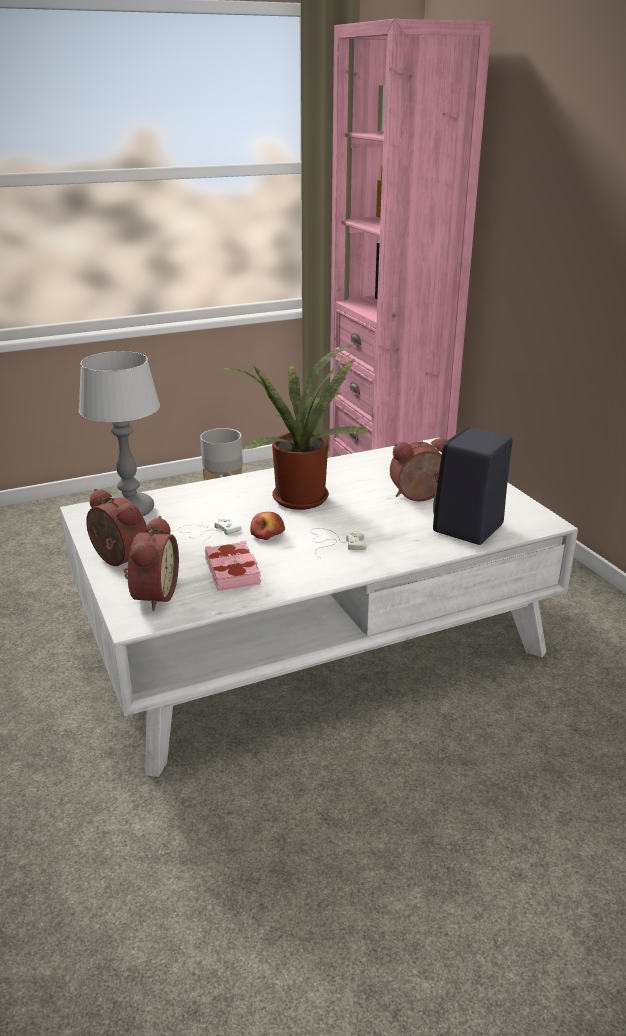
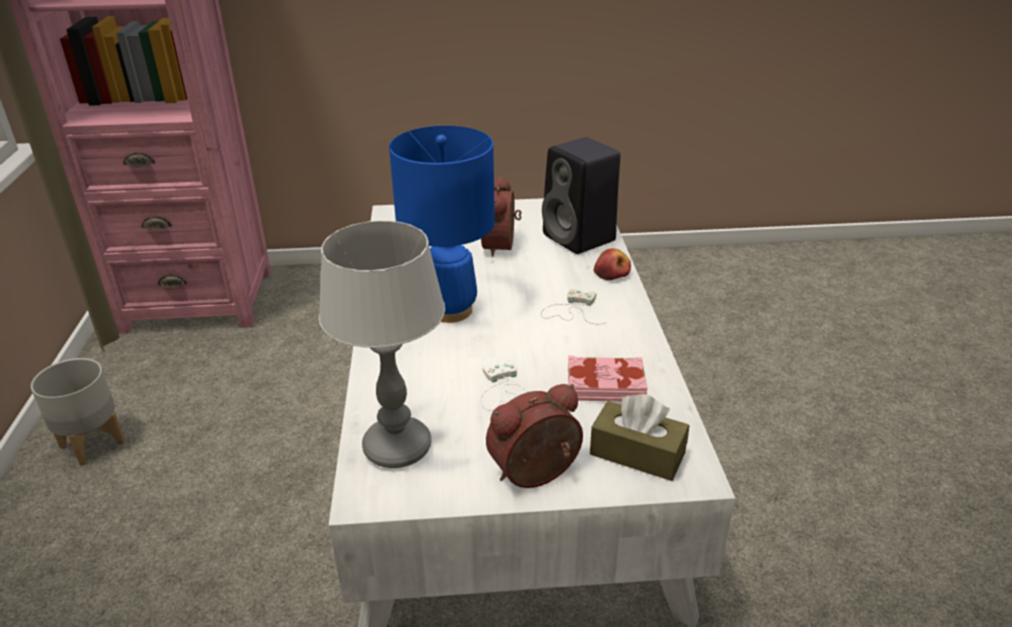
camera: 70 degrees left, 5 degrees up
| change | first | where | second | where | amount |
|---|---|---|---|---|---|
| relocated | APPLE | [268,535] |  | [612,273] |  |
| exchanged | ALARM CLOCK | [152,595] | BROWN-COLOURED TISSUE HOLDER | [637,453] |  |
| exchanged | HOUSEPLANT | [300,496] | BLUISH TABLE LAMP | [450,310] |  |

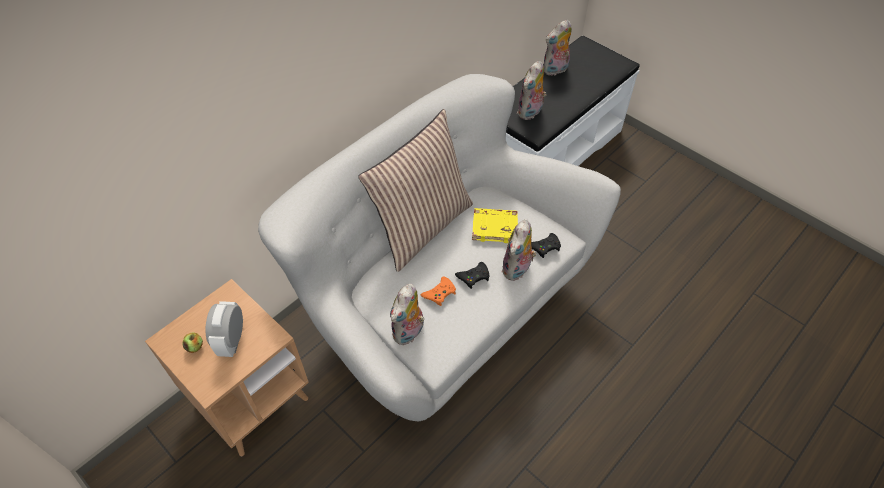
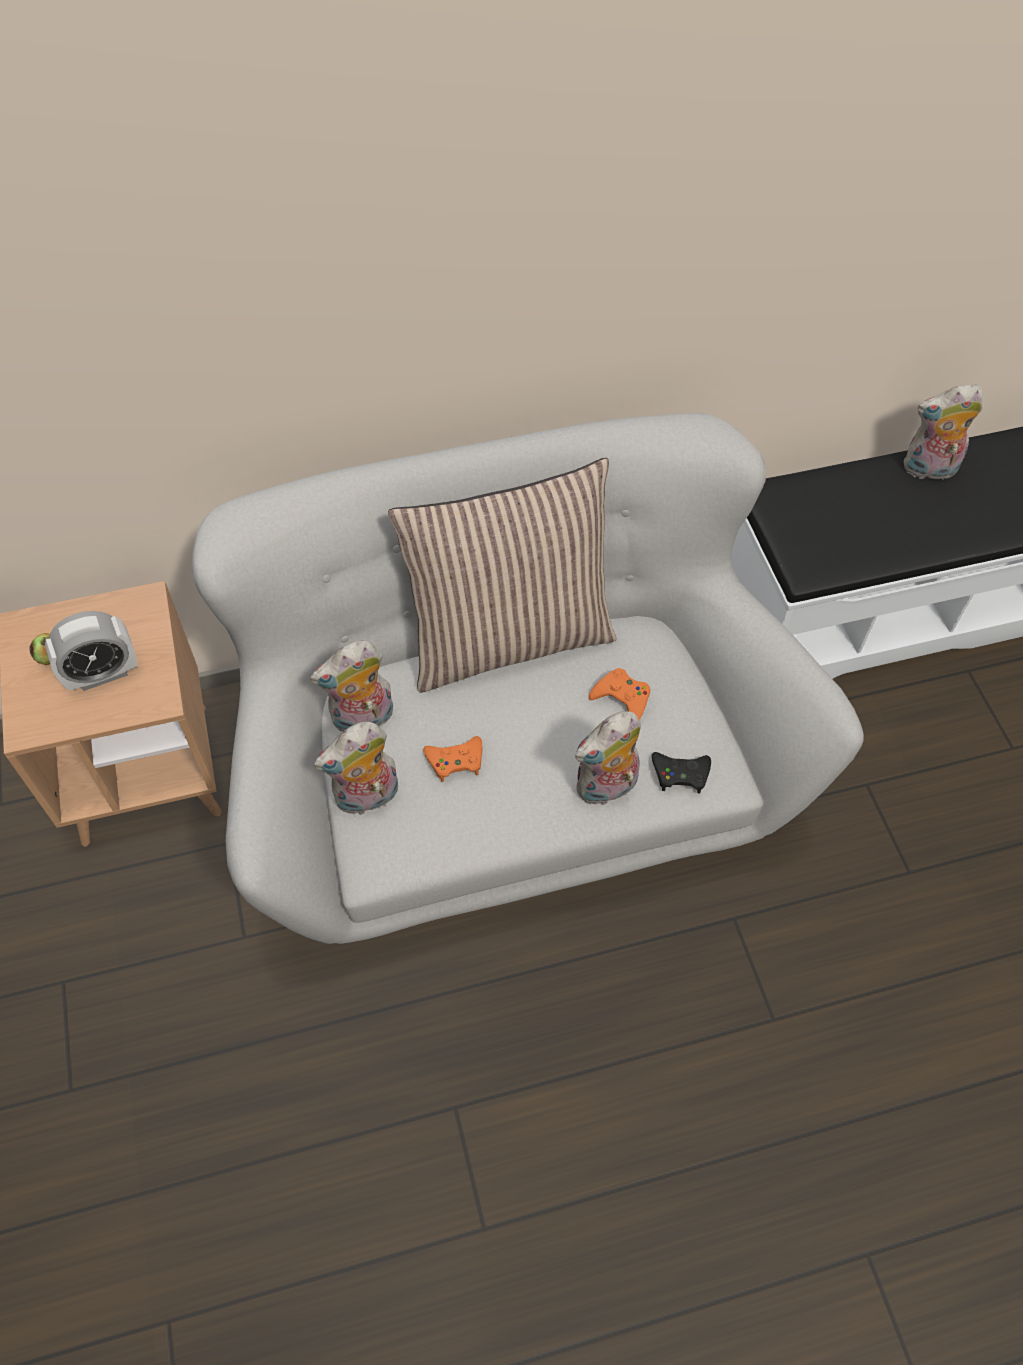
camera: 30 degrees right, 5 degrees up
| change | first | where | second | where | amount |
|---|---|---|---|---|---|
| missing | BLACK-COLOURED GAME CONTROLLER | [473,277] |  |  |  |
| relocated | CUDDLY TOY | [530,112] |  | [362,719] |  |
| exchanged | YELLOWISH BOUND BOOK | [495,227] | ORANGEY GAME CONTROLLER | [622,698] |  |
| spun | ALARM CLOCK | [232,340] |  | [102,674] | 150 degrees counterclockwise |

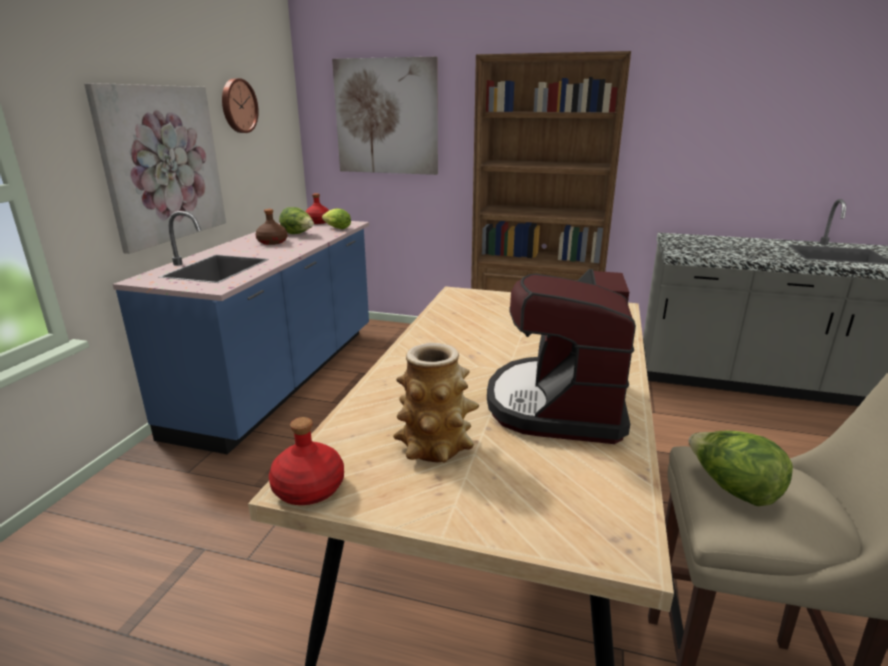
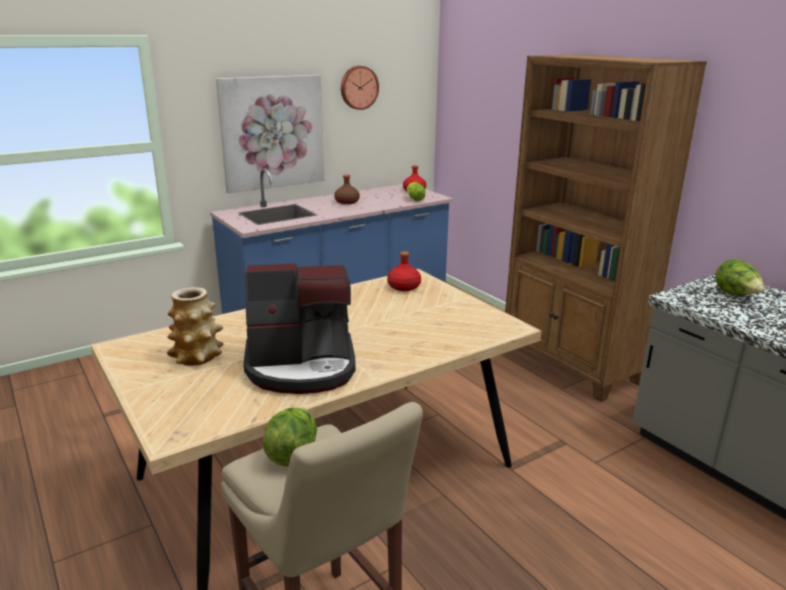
camera: 40 degrees right, 0 degrees up
| change | first | where | second | where | amount |
|---|---|---|---|---|---|
| missing | WALL PICTURE | [386,117] |  |  |  |
| relocated | REDDISH BOTTLE | [309,488] |  | [404,287] |  |
| relocated | LETTUCE | [298,234] |  | [736,295] |  |
| spun | COFFEE MACHINE | [558,404] |  | [302,367] | 150 degrees counterclockwise |

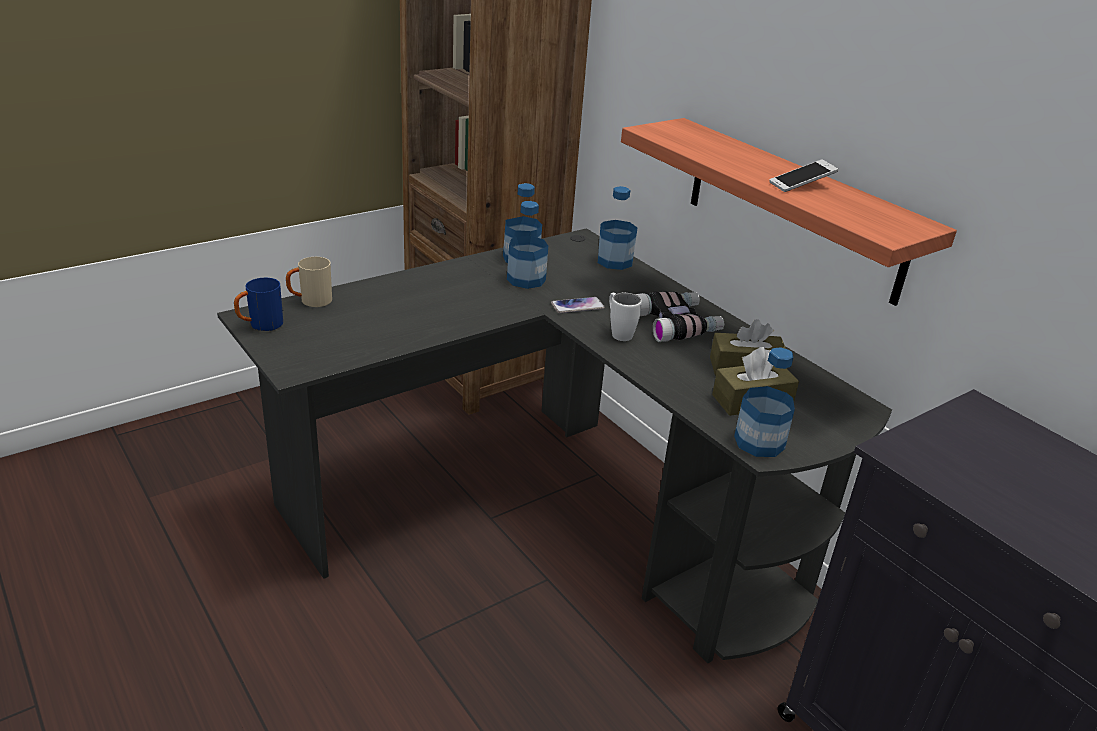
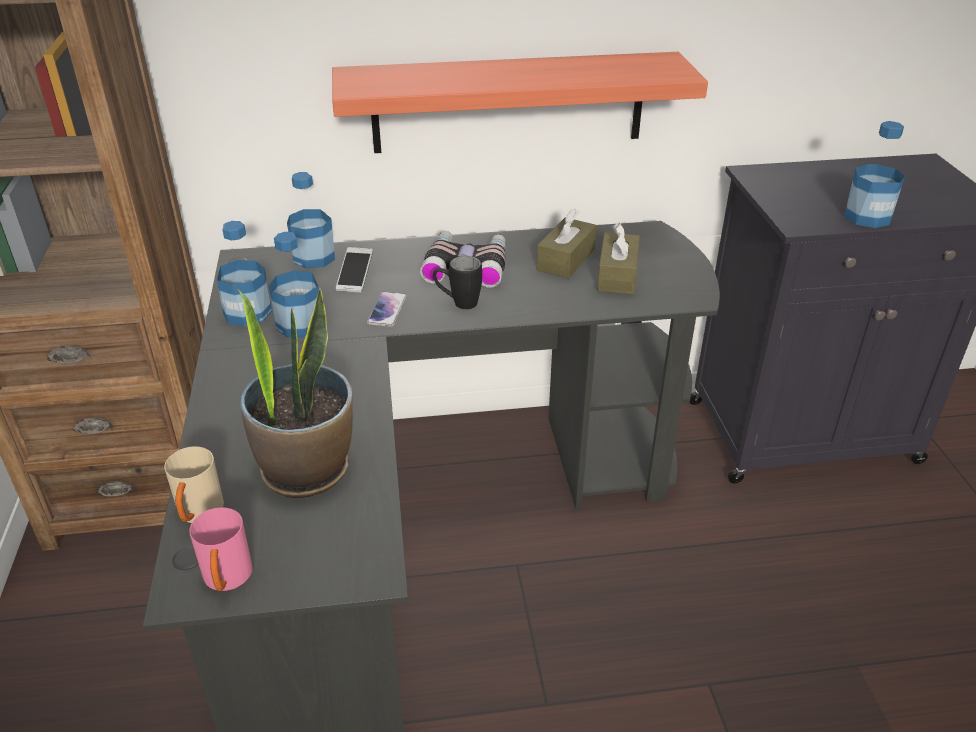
camera: 60 degrees left, 5 degrees up
| change | first | where | second | where | amount |
|---|---|---|---|---|---|
| appeared |  |  | HOUSEPLANT | [306,469] |  |
| relocated | BOTTLE | [759,442] |  | [867,217] |  |
| relocated | HANDSET | [801,185] |  | [355,277] |  |
| colour | BLUISH COFFEE MUG | [260,325] | PINK COFFEE MUG | [227,581] |  |
| colour | WHITE COFFEE MUG | [618,332] | BLACK-COLOURED COFFEE MUG | [458,303] |  |

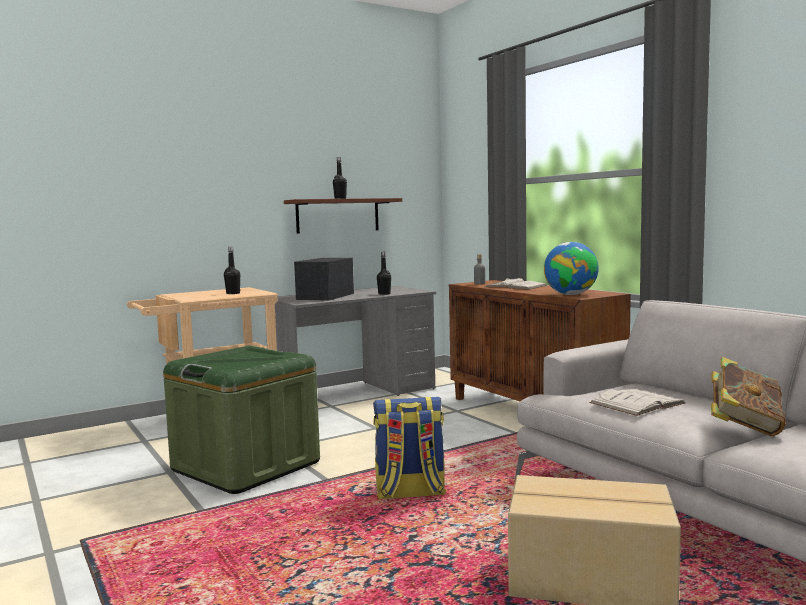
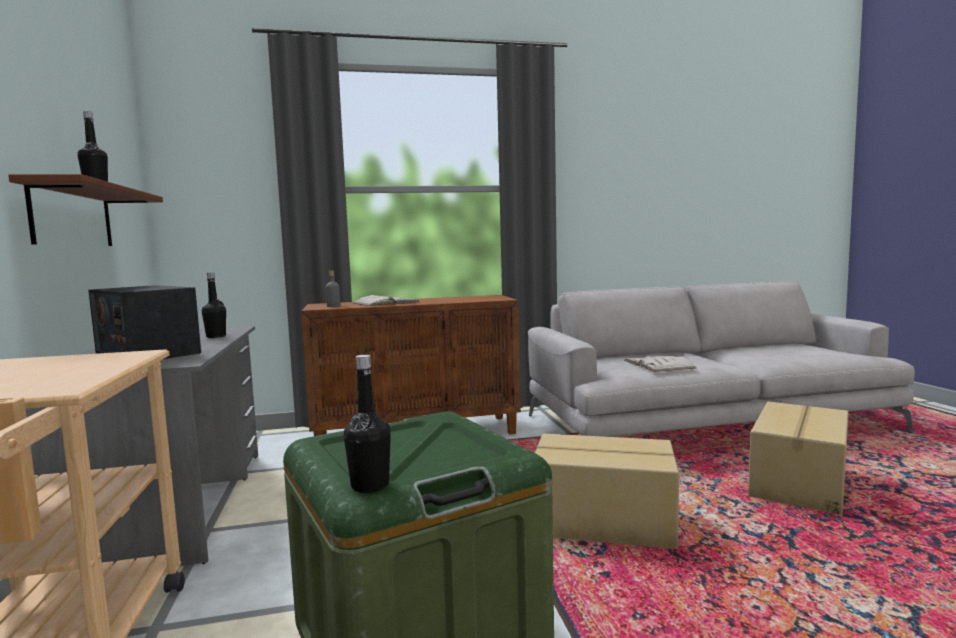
camera: 70 degrees left, 0 degrees up
| change | first | where | second | where | amount |
|---|---|---|---|---|---|
| missing | DESK GLOBE | [571,294] |  |  |  |
| missing | BOUND BOOK | [744,427] |  |  |  |
| relocated | BLACK-COLOURED BOTTLE | [233,293] |  | [370,485] |  |
| exchanged | BACKPACK | [409,493] | CARTON | [604,523] |  |

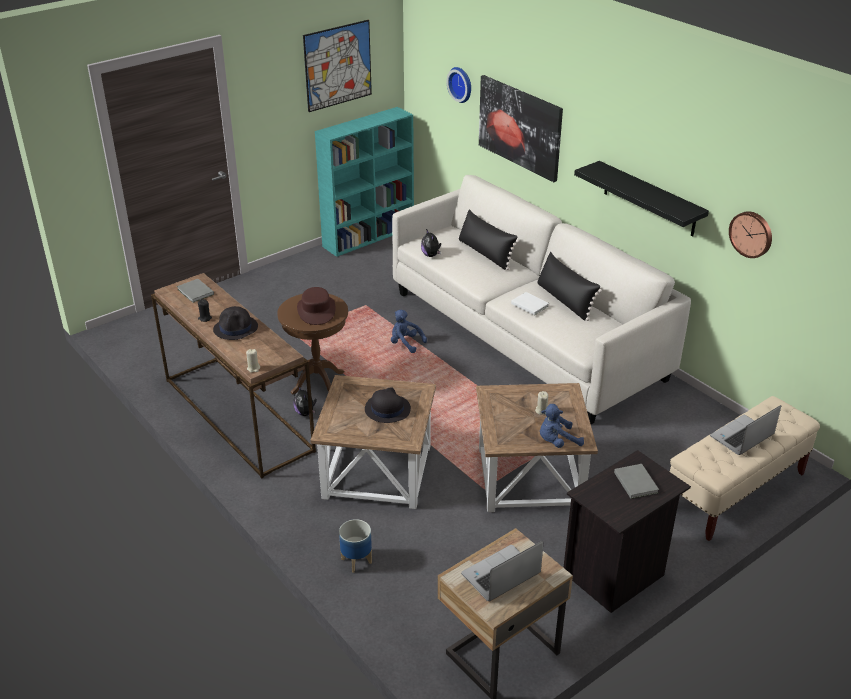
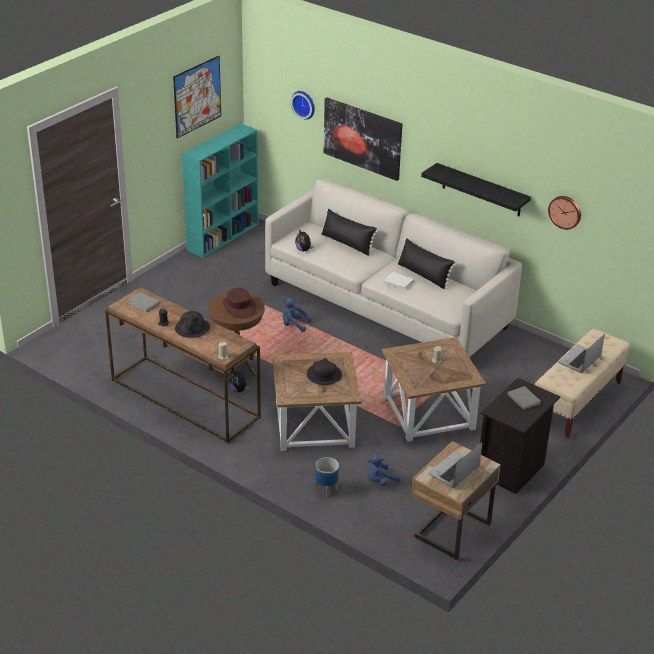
camera: 15 degrees left, 0 degrees up
| change | first | where | second | where | amount |
|---|---|---|---|---|---|
| relocated | BLUISH CUDDLY TOY | [557,442] |  | [380,481] |  |

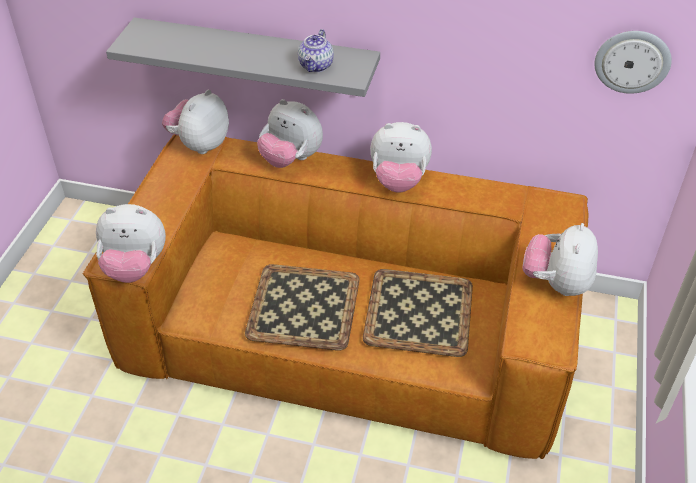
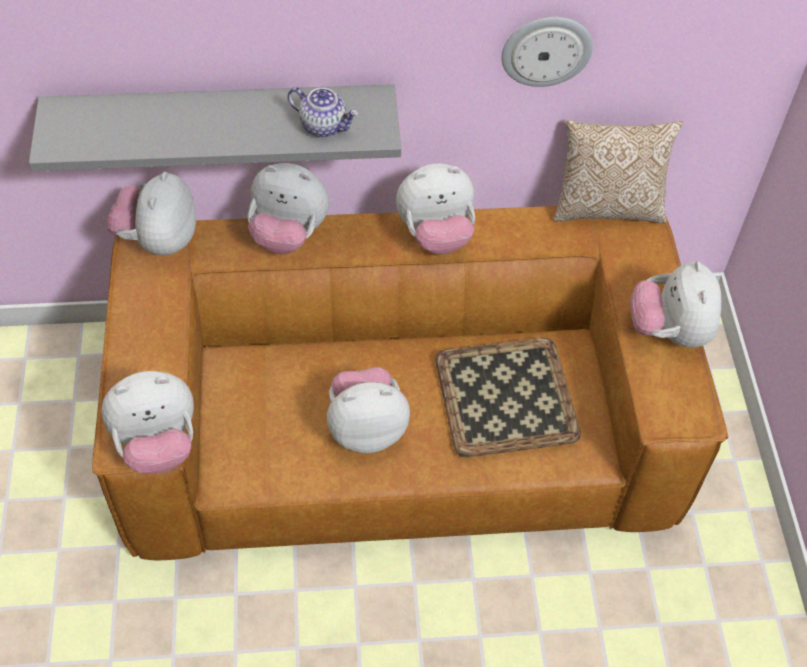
camera: 20 degrees left, 10 degrees up
| change | first | where | second | where | amount |
|---|---|---|---|---|---|
| appeared |  |  | THROW PILLOW | [607,207] |  |
| relocated | HANGING CLOCK | [632,61] |  | [546,50] |  |
| exchanged | CARRYING TRAY | [302,307] | CUDDLY TOY | [366,428] |  |
| spun | POT FOR TEA | [316,66] |  | [324,125] | 60 degrees counterclockwise |

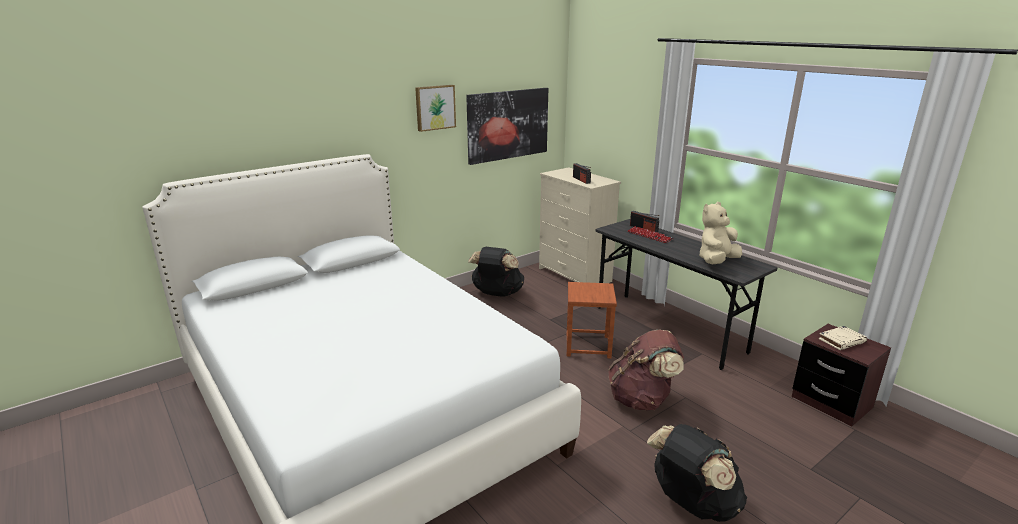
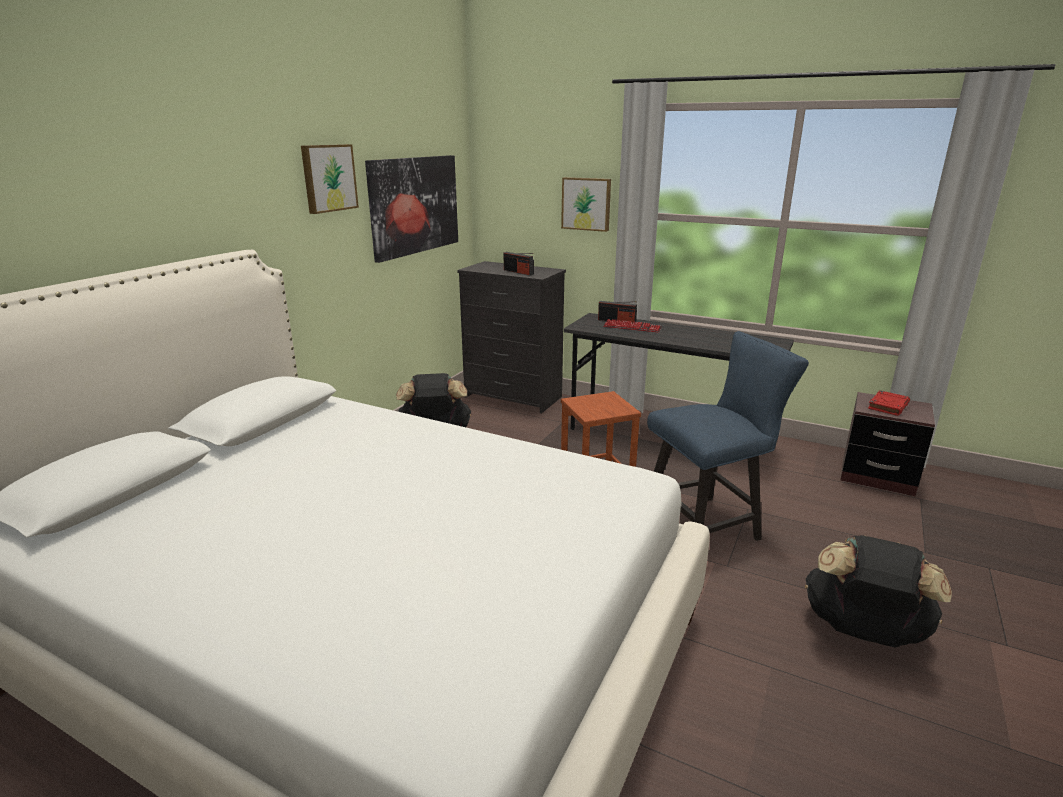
camera: 25 degrees left, 0 degrees up
| change | first | where | second | where | amount |
|---|---|---|---|---|---|
| missing | SAND-COLOURED CUDDLY TOY | [716,261] |  |  |  |
| appeared |  |  | WALL PICTURE | [586,204] |  |
| exchanged | BROWN-COLOURED BACKPACK | [642,399] | BLUISH UPRIGHT CHAIR | [708,524] |  |
| colour | SAND-COLOURED DRAWER CHEST | [574,275] | BLACK-COLOURED DRAWER CHEST | [513,397] |  |
| colour | SAND-COLOURED BOUND BOOK | [841,340] | REDDISH BOUND BOOK | [888,406] |  |

